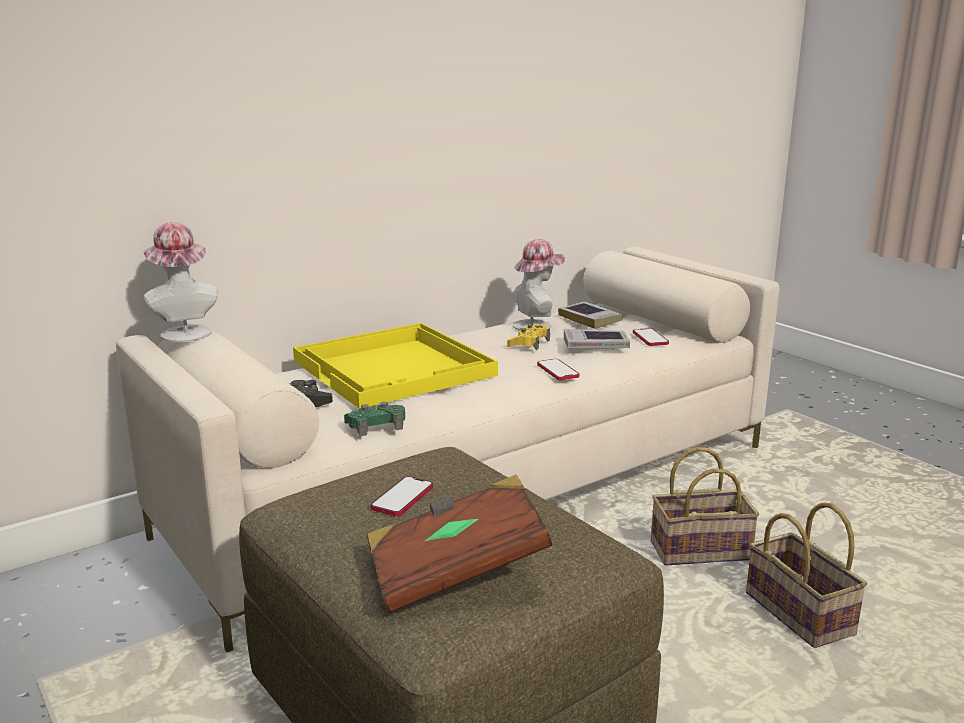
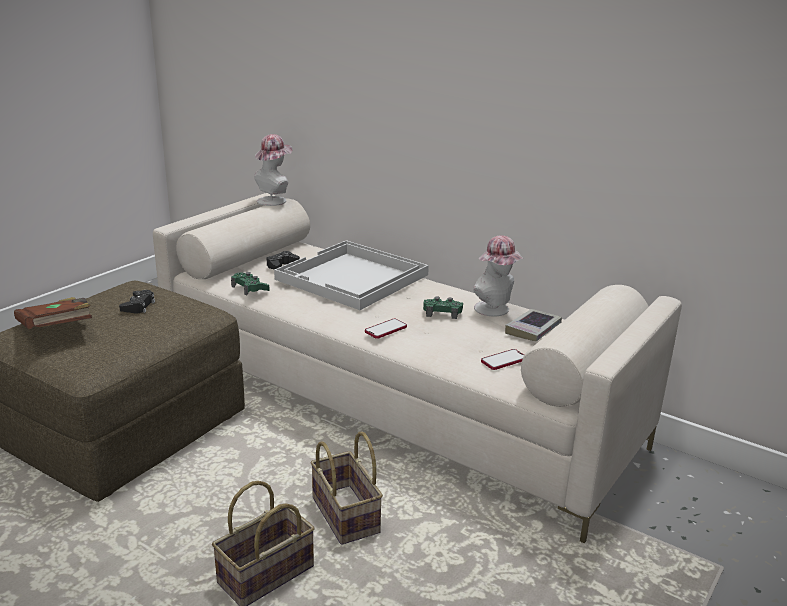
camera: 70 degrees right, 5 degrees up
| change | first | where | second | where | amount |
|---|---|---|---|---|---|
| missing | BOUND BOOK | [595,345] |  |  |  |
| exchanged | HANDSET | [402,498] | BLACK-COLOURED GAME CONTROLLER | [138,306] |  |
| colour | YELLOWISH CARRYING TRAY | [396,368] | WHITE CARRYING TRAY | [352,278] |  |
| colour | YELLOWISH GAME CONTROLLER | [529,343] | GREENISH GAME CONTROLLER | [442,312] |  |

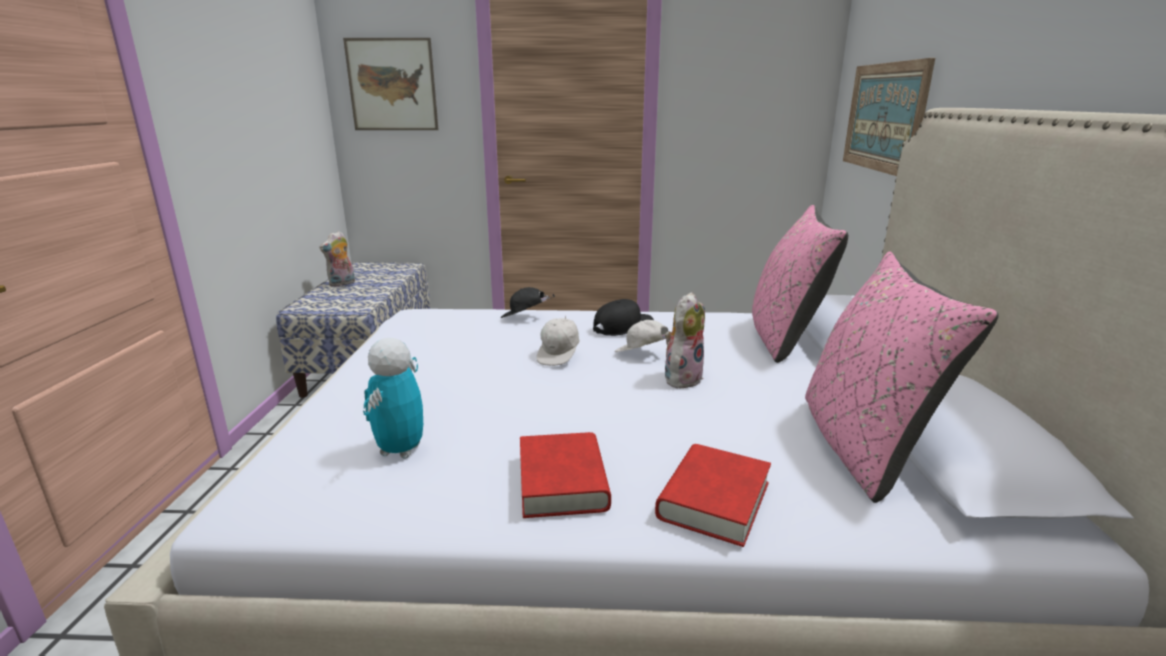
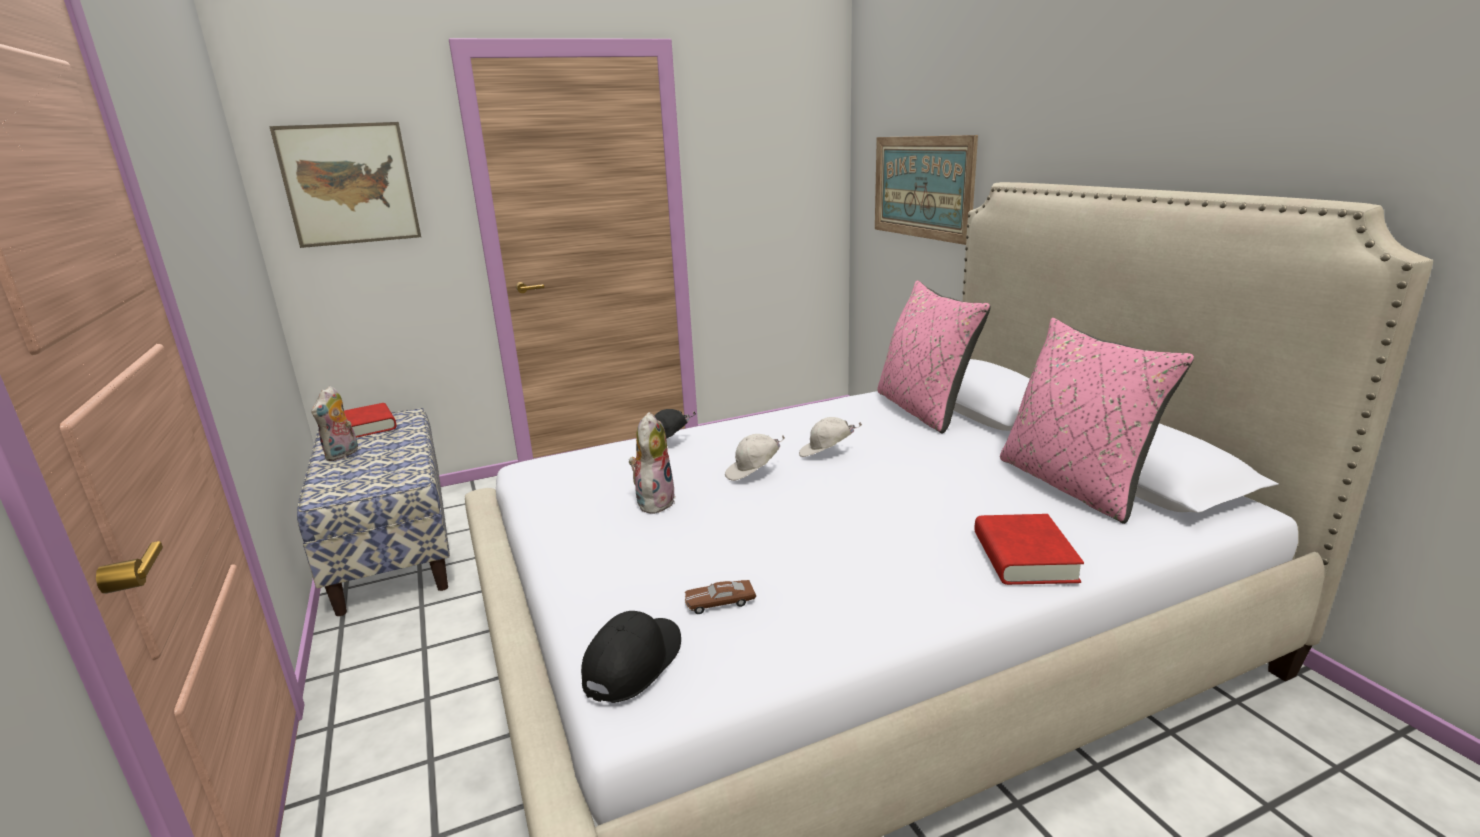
camera: 25 degrees left, 0 degrees up
| change | first | where | second | where | amount |
|---|---|---|---|---|---|
| relocated | REDDISH BOUND BOOK | [562,482] |  | [370,425] |  |
| relocated | BLACK-COLOURED BASEBALL CAP | [623,327] |  | [633,663] |  |
| relocated | CUDDLY TOY | [682,378] |  | [654,501] |  |
| exchanged | TOY ROBOT | [400,450] | BROWN-COLOURED MINIATURE CAR | [719,603] |  |
| spun | WHITE BASEBALL CAP | [559,355] |  | [754,472] | 75 degrees clockwise |

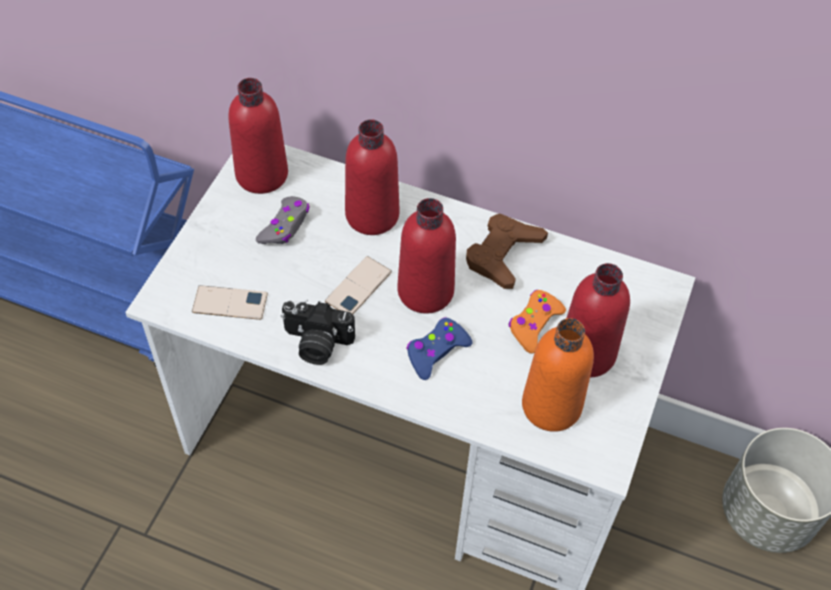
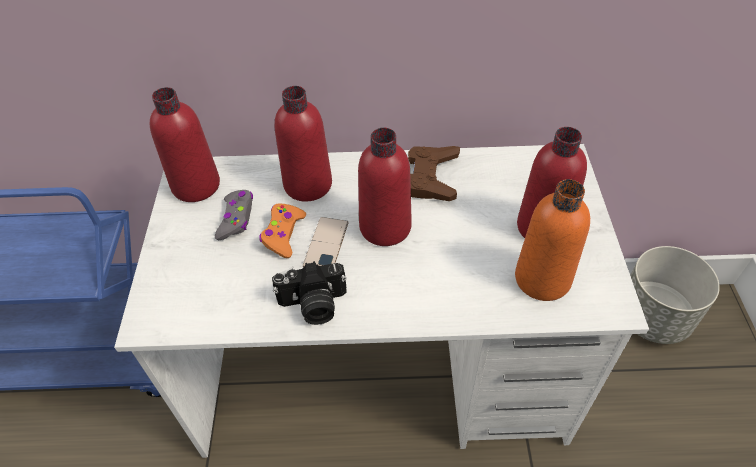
camera: 20 degrees left, 5 degrees down
| change | first | where | second | where | amount |
|---|---|---|---|---|---|
| missing | HANDSET | [230,303] |  |  |  |
| missing | BLUISH GAME CONTROLLER | [436,352] |  |  |  |
| relocated | ORANGEY GAME CONTROLLER | [534,324] |  | [283,234] |  |

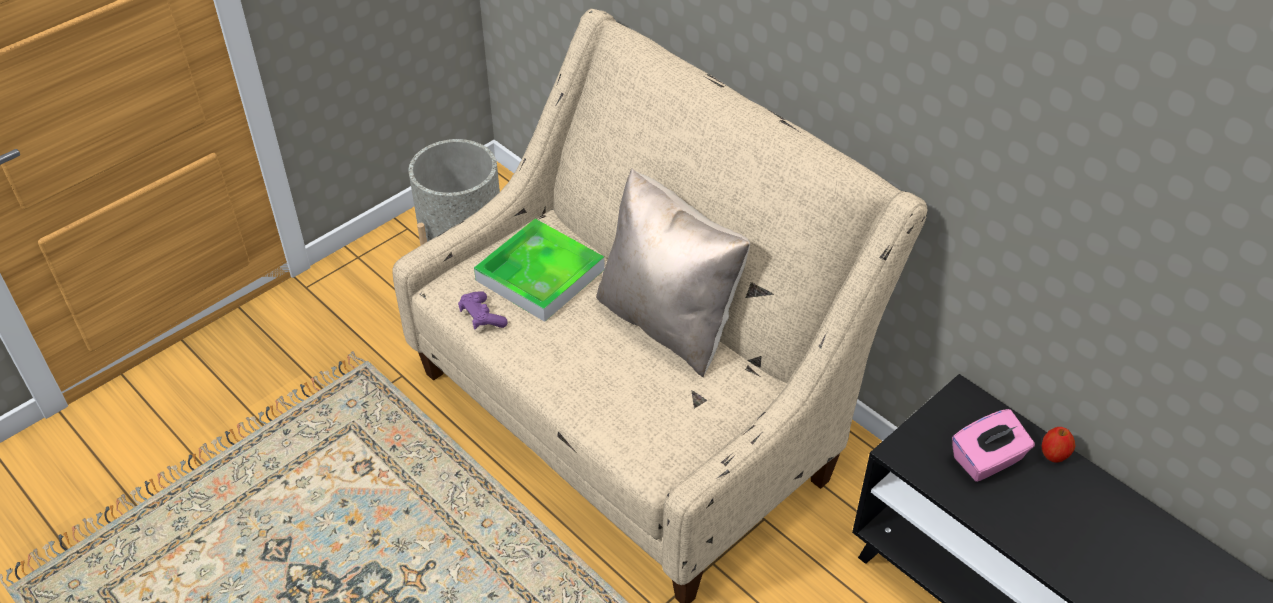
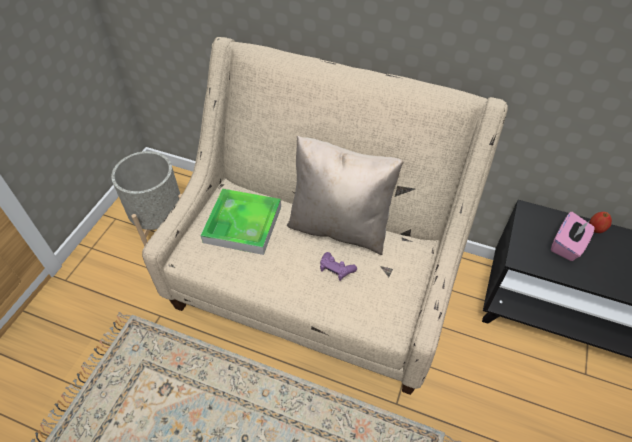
camera: 25 degrees left, 5 degrees up
| change | first | where | second | where | amount |
|---|---|---|---|---|---|
| relocated | PURPLISH GAME CONTROLLER | [482,317] |  | [336,270] |  |

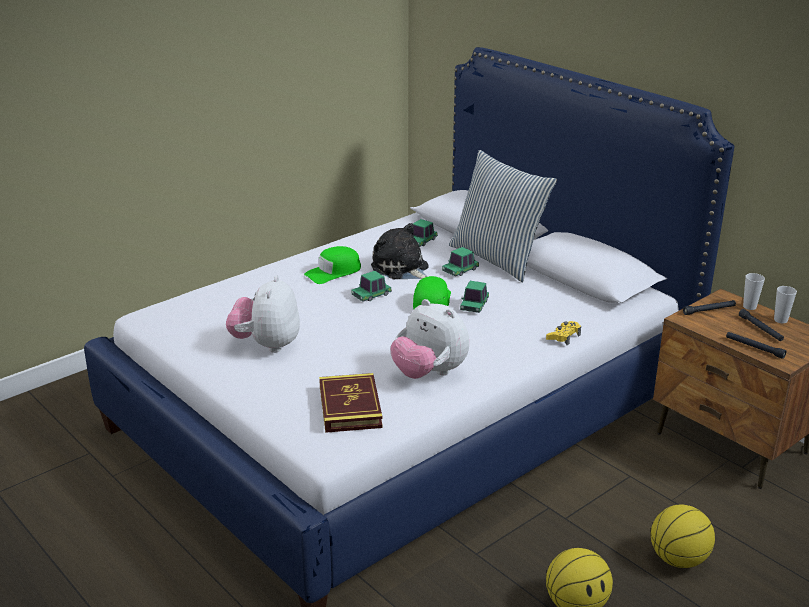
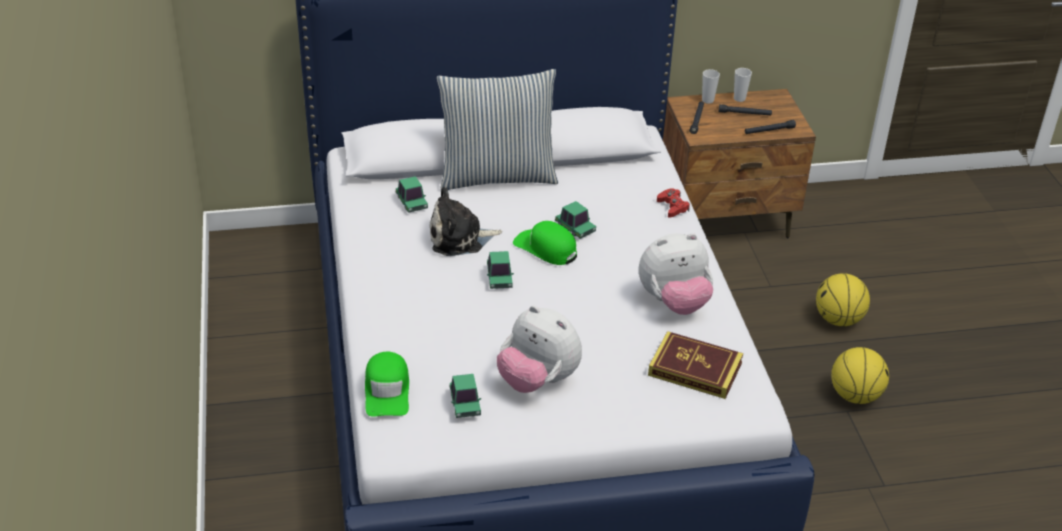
camera: 60 degrees left, 10 degrees up
| change | first | where | second | where | amount |
|---|---|---|---|---|---|
| relocated | GREENISH BASEBALL CAP | [333,272] |  | [387,391] |  |
| relocated | MINIATURE CAR | [460,270] |  | [465,403] |  |
| colour | YELLOWISH GAME CONTROLLER | [563,336] | REDDISH GAME CONTROLLER | [672,207] |  |

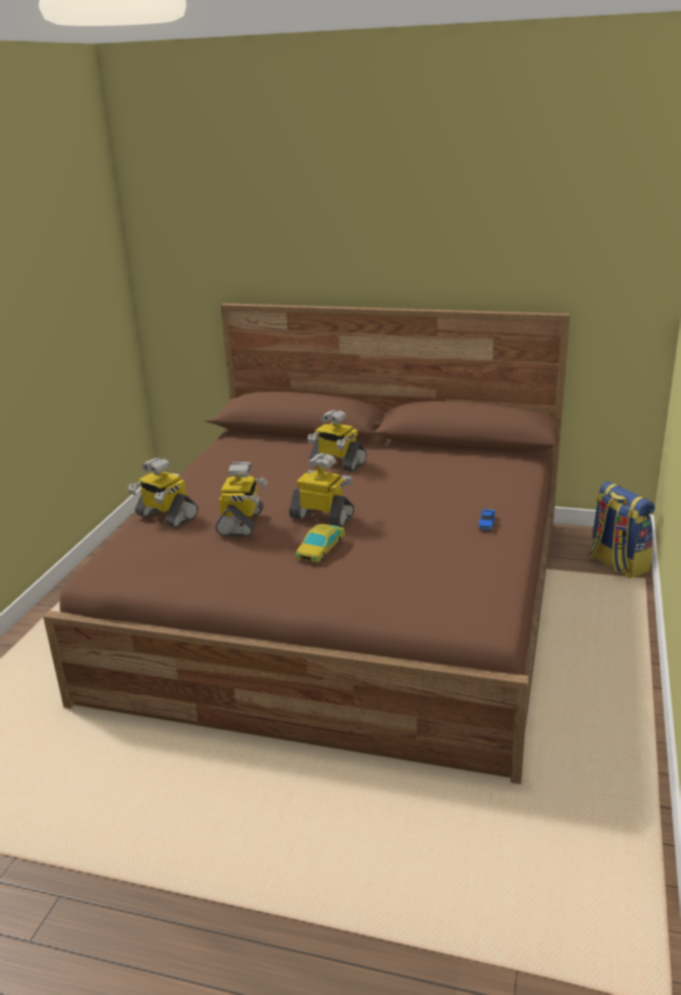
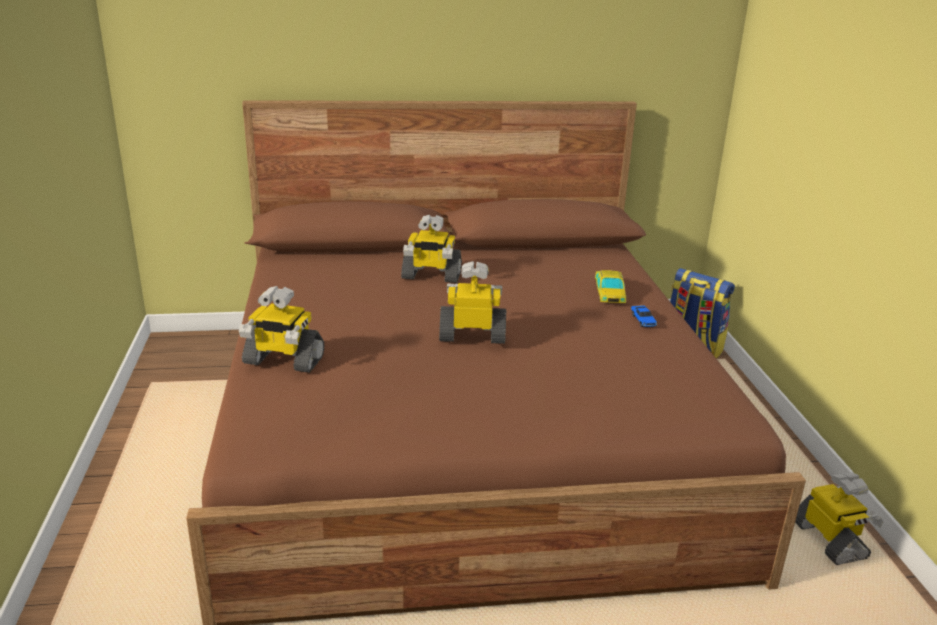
camera: 25 degrees left, 0 degrees up
| change | first | where | second | where | amount |
|---|---|---|---|---|---|
| relocated | TOY ROBOT | [242,523] |  | [830,541] |  |
| relocated | MINIATURE CAR | [321,548] |  | [609,293] |  |

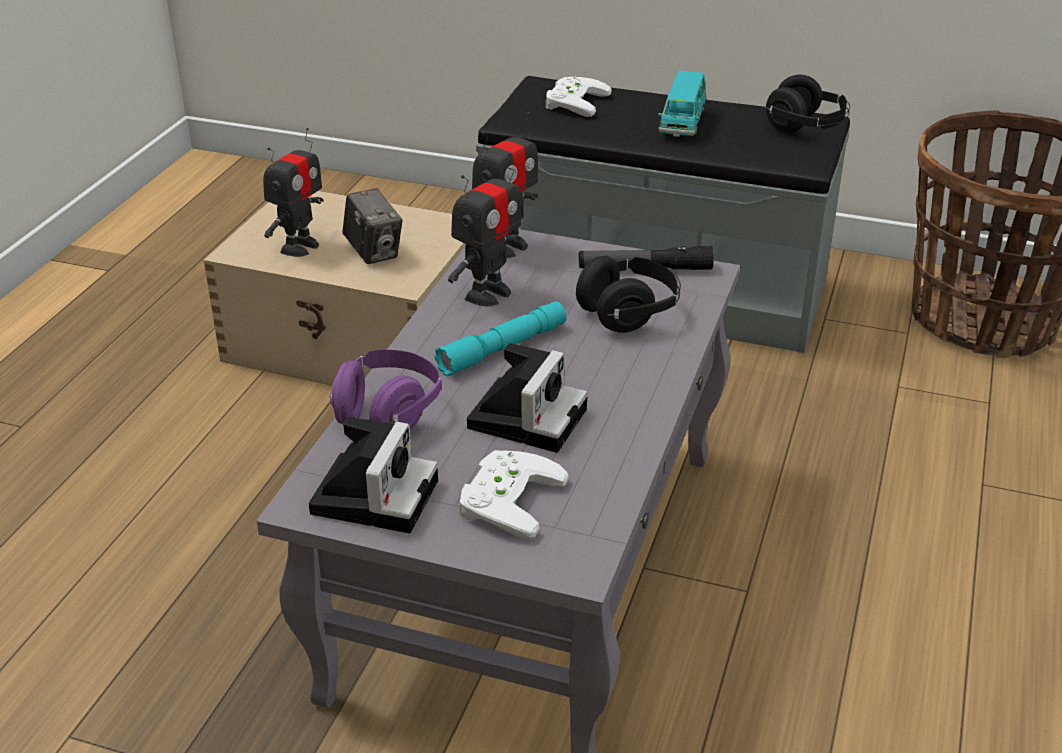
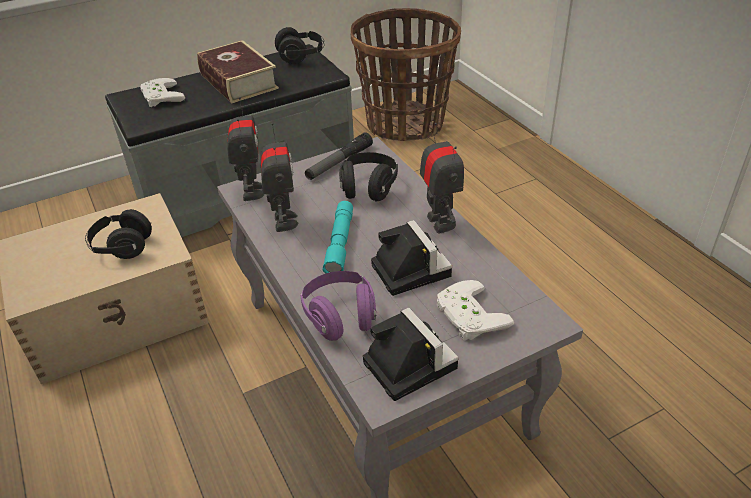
camera: 45 degrees left, 5 degrees up
| change | first | where | second | where | amount |
|---|---|---|---|---|---|
| relocated | TOY ROBOT | [299,247] |  | [440,222] |  |
| exchanged | PHOTO CAMERA | [374,252] | BLACK-COLOURED PAIR OF HEADPHONES | [122,247] |  |
| exchanged | TURQUOISE-COLOURED MINIATURE CAR | [682,123] | BOUND BOOK | [238,81] |  |

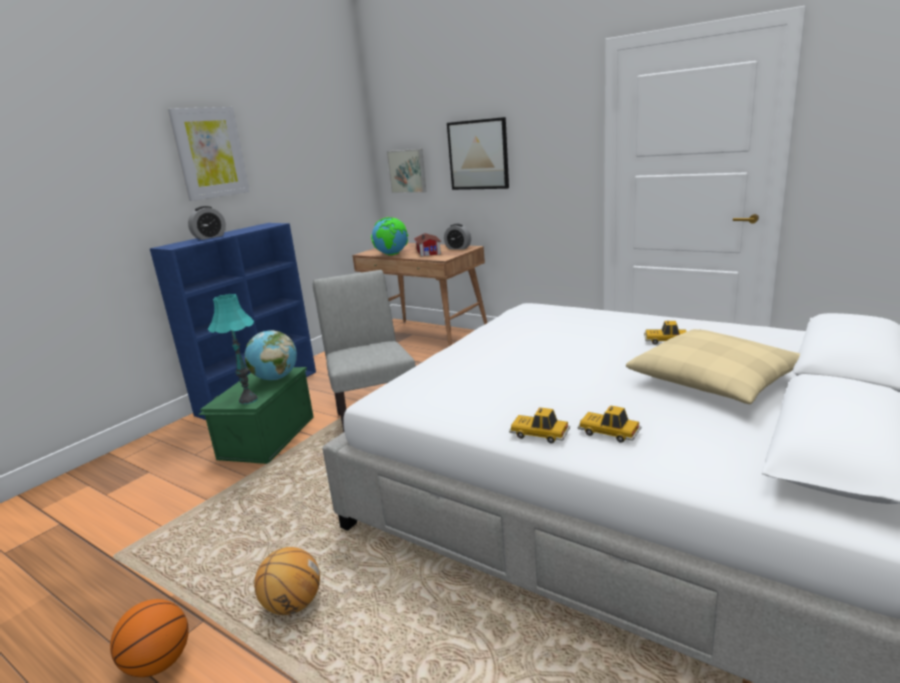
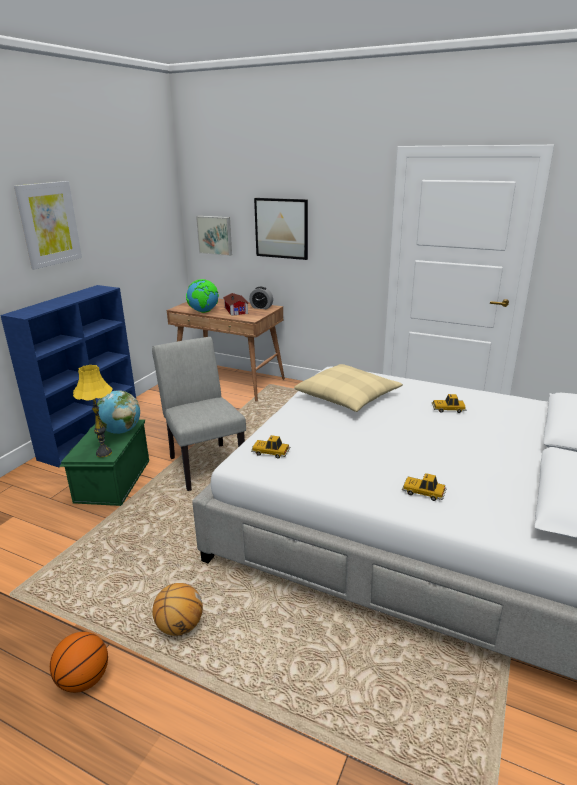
camera: 10 degrees left, 5 degrees up
| change | first | where | second | where | amount |
|---|---|---|---|---|---|
| missing | ALARM CLOCK | [210,237] |  |  |  |
| relocated | MINIATURE CAR | [539,434] |  | [270,452] |  |
| relocated | SAND-COLOURED THROW PILLOW | [716,380] |  | [348,397] |  |
| colour | TURQUOISE-COLOURED TABLE LAMP | [248,400] | YELLOWISH TABLE LAMP | [104,453] |  |

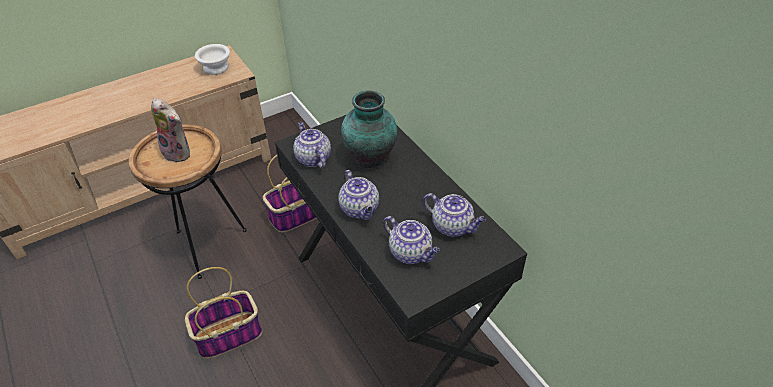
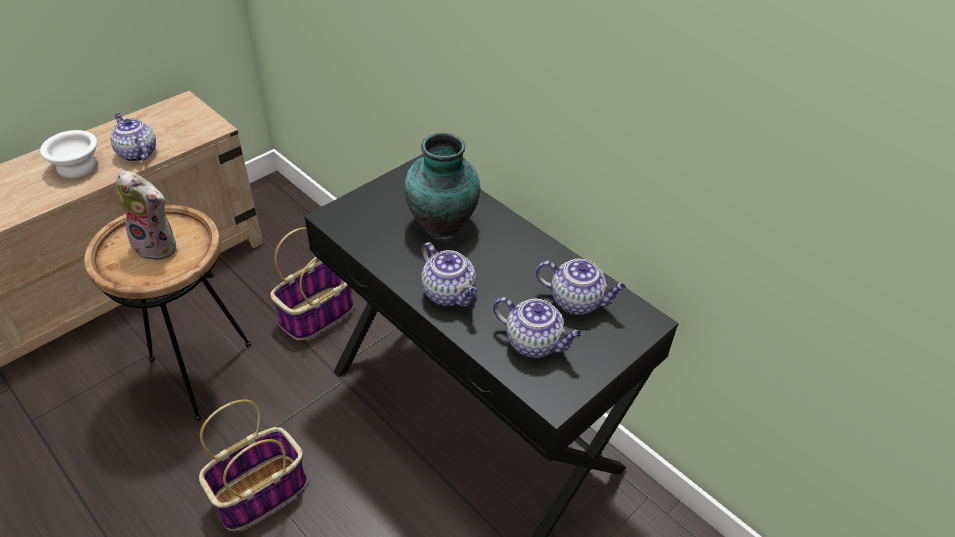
camera: 15 degrees left, 0 degrees up
| change | first | where | second | where | amount |
|---|---|---|---|---|---|
| relocated | WHITE DEEP DISH | [216,68] |  | [78,167] |  |
| relocated | POT FOR TEA | [312,158] |  | [137,153] |  |

